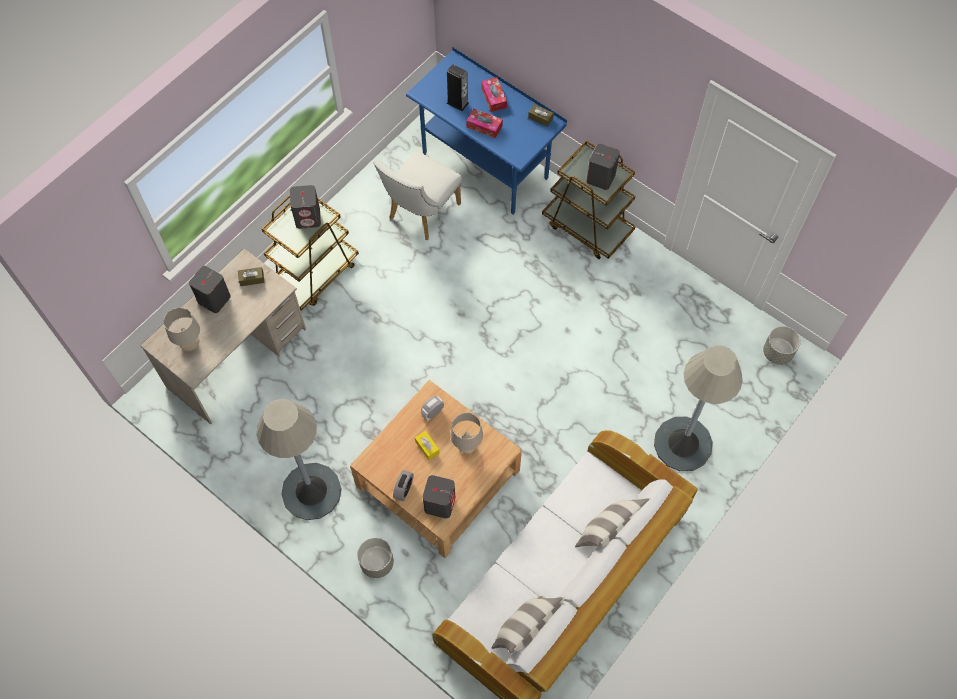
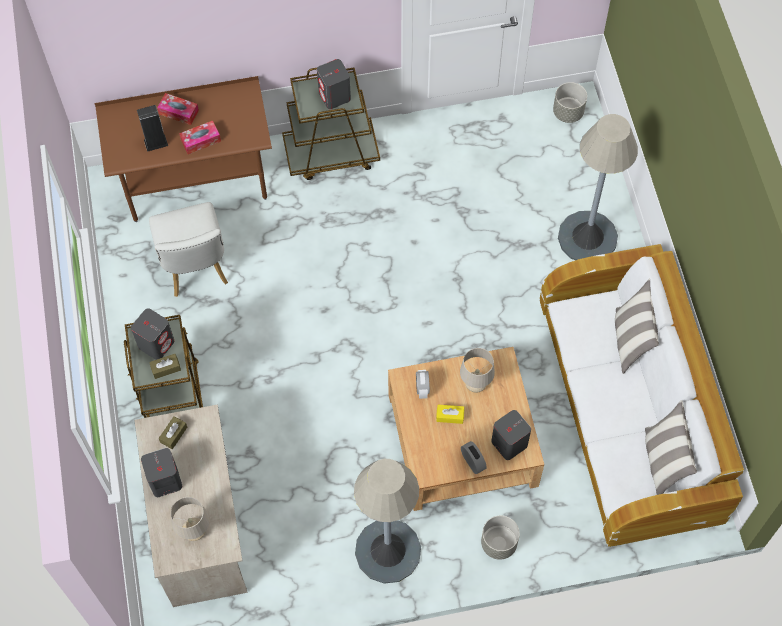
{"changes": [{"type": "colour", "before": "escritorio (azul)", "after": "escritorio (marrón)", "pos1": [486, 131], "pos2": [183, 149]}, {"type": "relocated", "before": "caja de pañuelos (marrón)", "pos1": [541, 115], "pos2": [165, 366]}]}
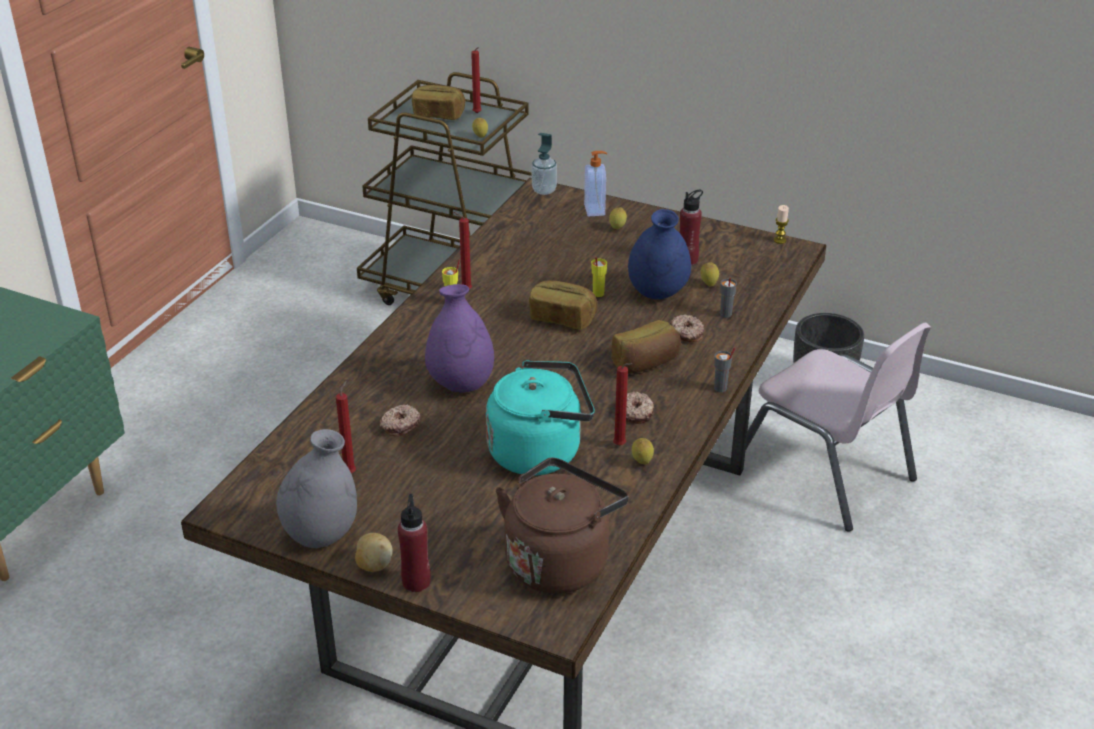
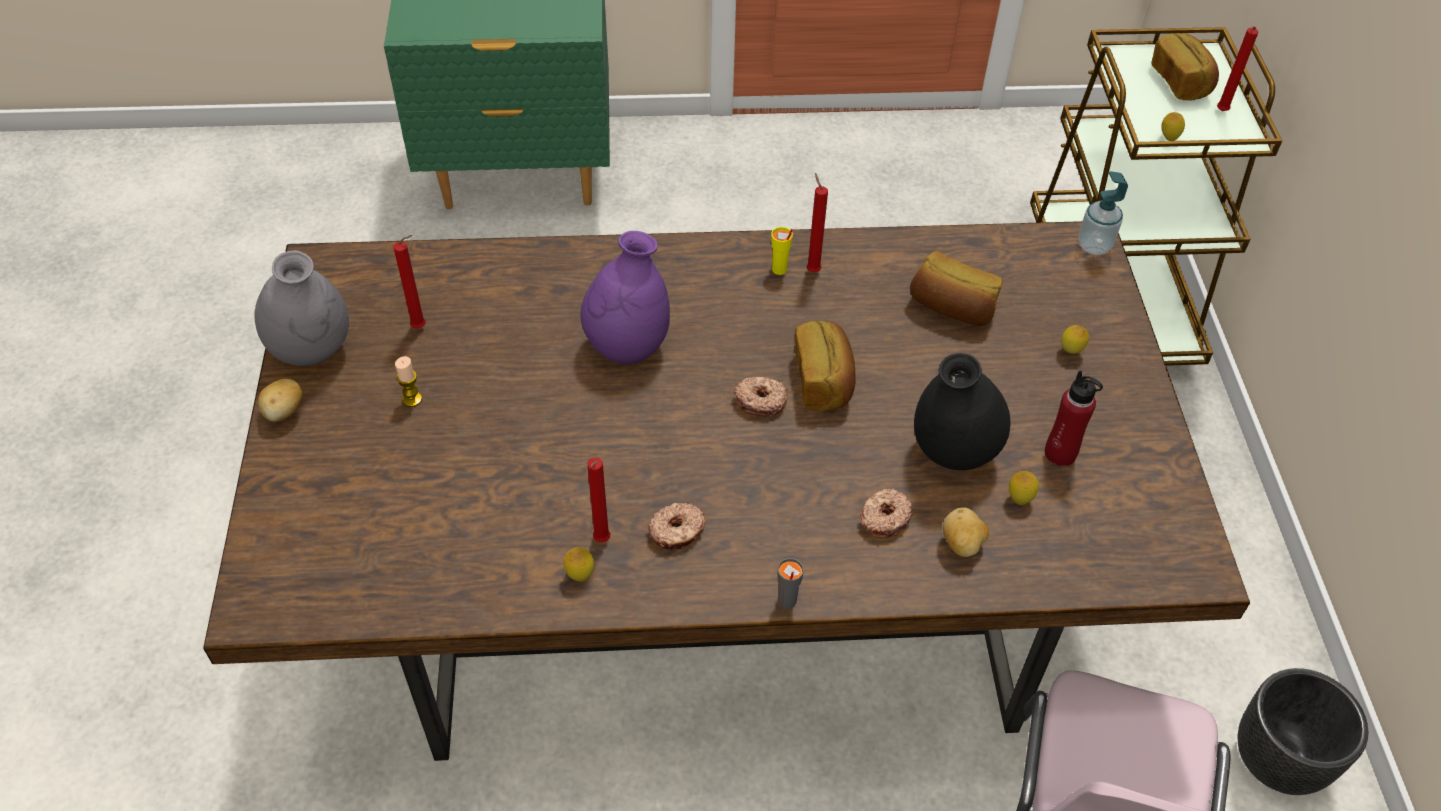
{"changes": [{"type": "relocated", "before": "rosquilla", "pos1": [400, 420], "pos2": [761, 396]}, {"type": "missing", "before": "botella (rojo)", "pos1": [414, 543]}, {"type": "missing", "before": "hervidor (turquesa)", "pos1": [540, 418]}, {"type": "missing", "before": "hervidor (marrón)", "pos1": [562, 526]}, {"type": "missing", "before": "dispensador de jabón", "pos1": [595, 183]}, {"type": "missing", "before": "taza (amarillo)", "pos1": [599, 277]}, {"type": "relocated", "before": "pan", "pos1": [646, 347], "pos2": [956, 288]}, {"type": "colour", "before": "florero (azul)", "after": "florero (negro)", "pos1": [659, 254], "pos2": [962, 411]}, {"type": "exchanged", "before": "taza (gris)", "after": "patata", "pos1": [728, 297], "pos2": [966, 532]}, {"type": "relocated", "before": "vela", "pos1": [781, 224], "pos2": [408, 381]}]}
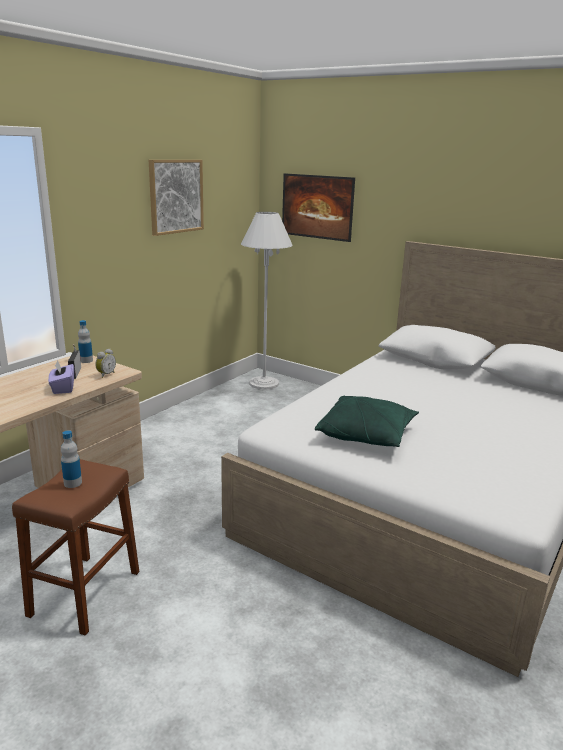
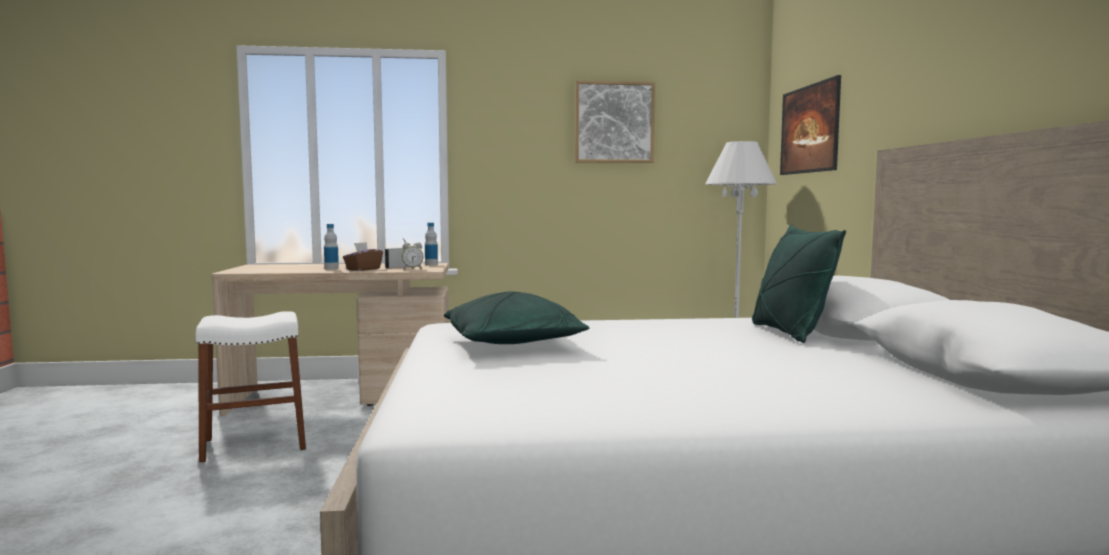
{"changes": [{"type": "colour", "before": "taburete (marrón)", "after": "taburete (blanco)", "pos1": [75, 547], "pos2": [250, 387]}, {"type": "colour", "before": "caja de pañuelos (morado)", "after": "caja de pañuelos (marrón)", "pos1": [61, 377], "pos2": [363, 256]}, {"type": "relocated", "before": "botella", "pos1": [71, 459], "pos2": [331, 247]}, {"type": "appeared", "after": "cojín (verde)", "pos2": [799, 283]}]}
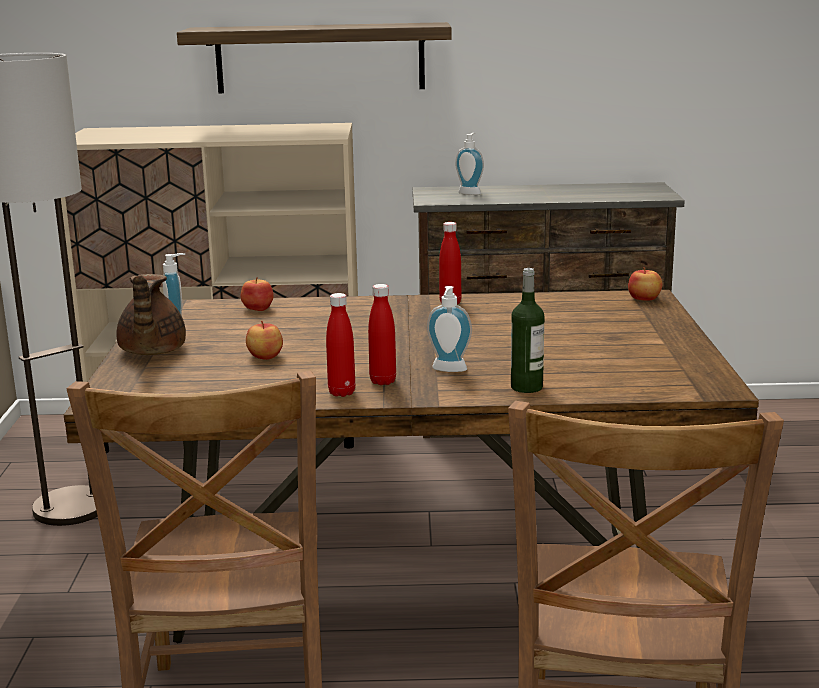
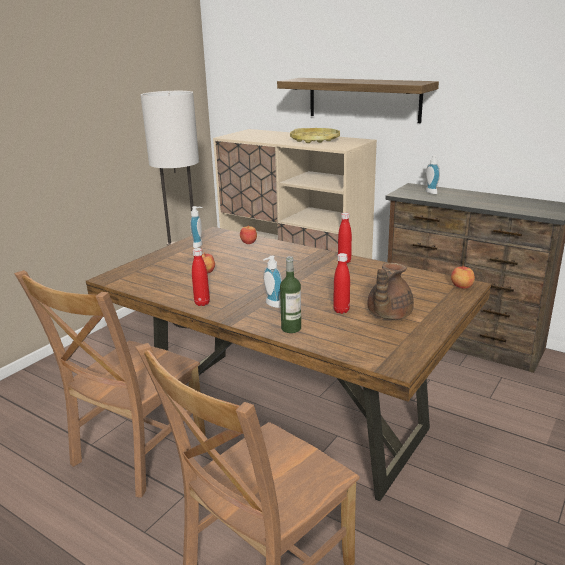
{"changes": [{"type": "relocated", "before": "tetera (marrón)", "pos1": [151, 314], "pos2": [390, 291]}, {"type": "relocated", "before": "botella (rojo)", "pos1": [382, 334], "pos2": [341, 283]}, {"type": "appeared", "after": "bandeja (amarillo)", "pos2": [315, 135]}]}
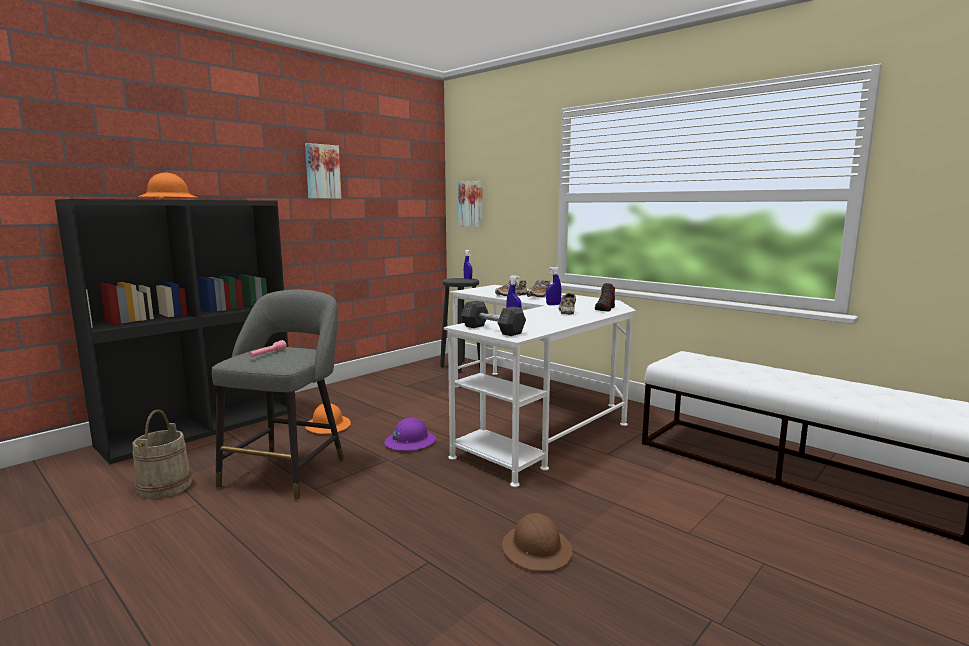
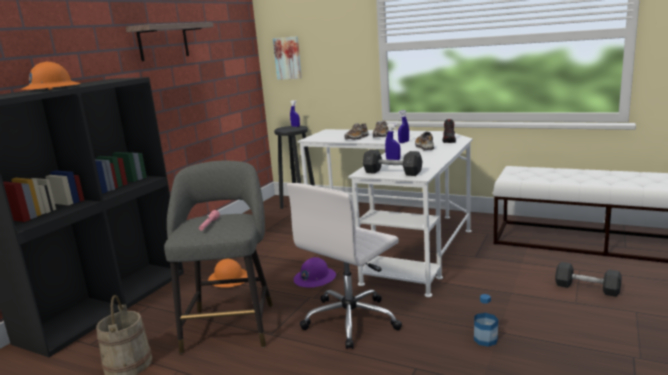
{"changes": [{"type": "exchanged", "before": "cuadro", "after": "estante", "pos1": [323, 171], "pos2": [169, 41]}, {"type": "exchanged", "before": "casco (marrón)", "after": "botella", "pos1": [537, 542], "pos2": [486, 320]}, {"type": "appeared", "after": "silla de oficina (blanco)", "pos2": [344, 266]}, {"type": "appeared", "after": "mancuerna (gris)", "pos2": [588, 279]}]}
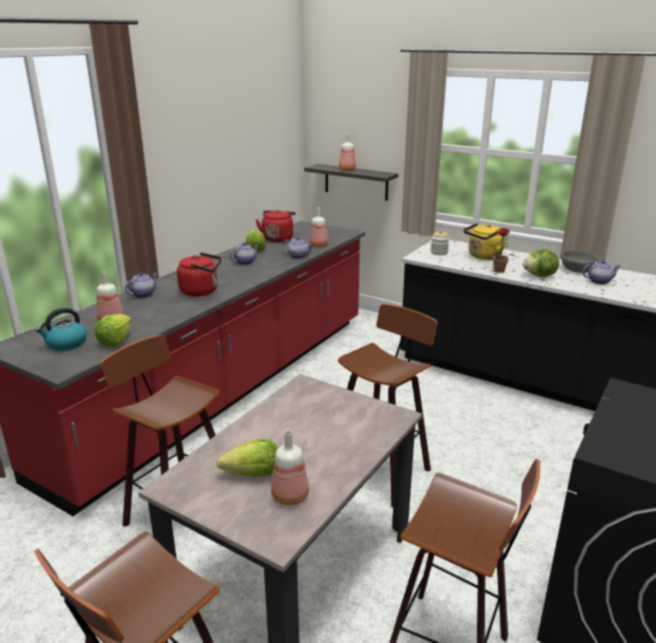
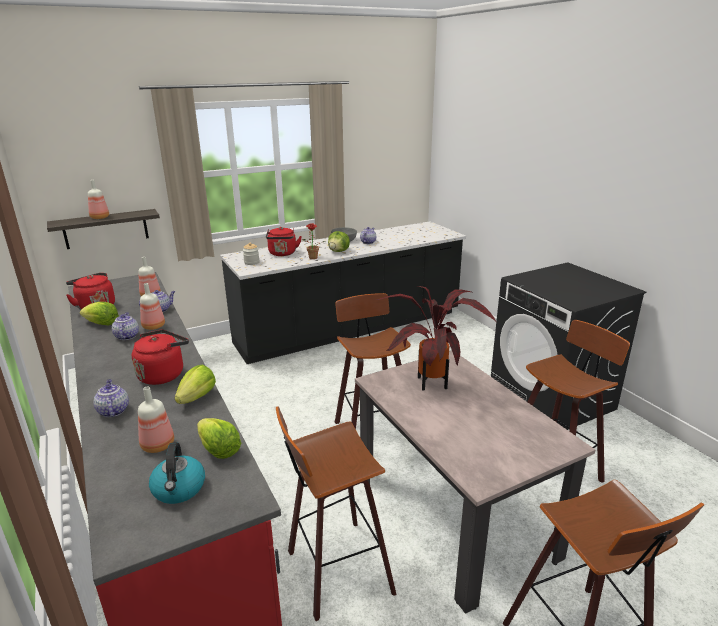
{"changes": [{"type": "relocated", "before": "lechuga", "pos1": [247, 458], "pos2": [195, 384]}, {"type": "relocated", "before": "botella", "pos1": [290, 468], "pos2": [152, 306]}, {"type": "colour", "before": "hervidor (amarillo)", "after": "hervidor (rojo)", "pos1": [484, 241], "pos2": [284, 241]}, {"type": "appeared", "after": "planta en maceta", "pos2": [436, 338]}]}
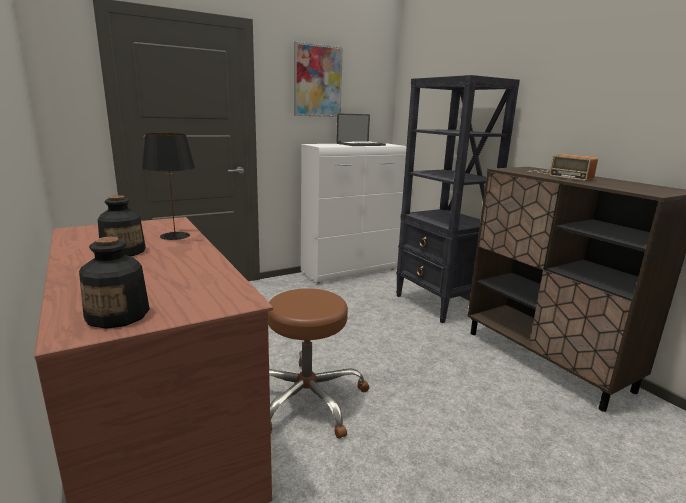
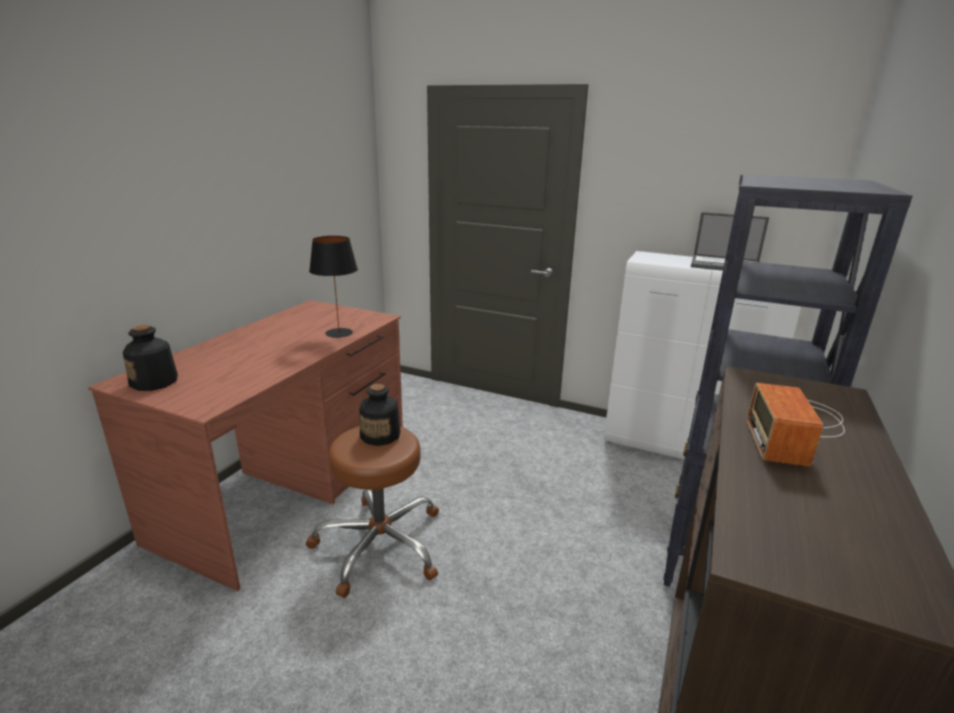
{"changes": [{"type": "relocated", "before": "botella", "pos1": [122, 225], "pos2": [380, 415]}, {"type": "missing", "before": "cuadro", "pos1": [318, 79]}]}
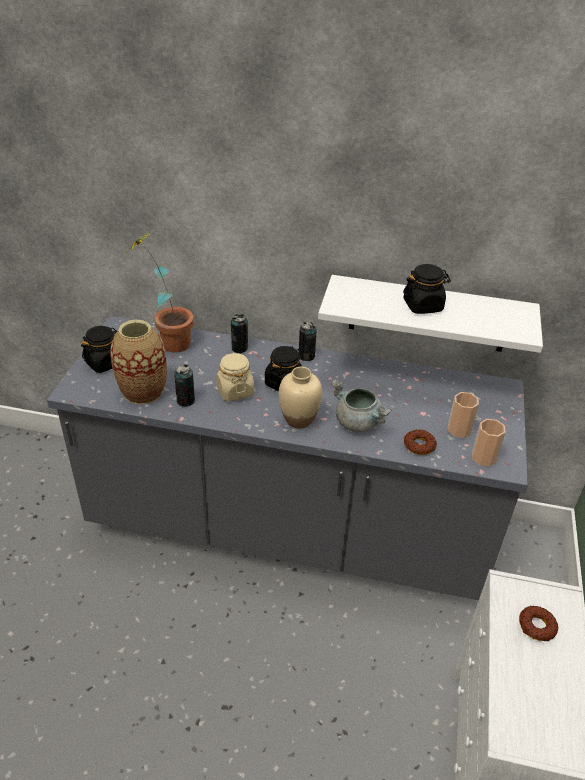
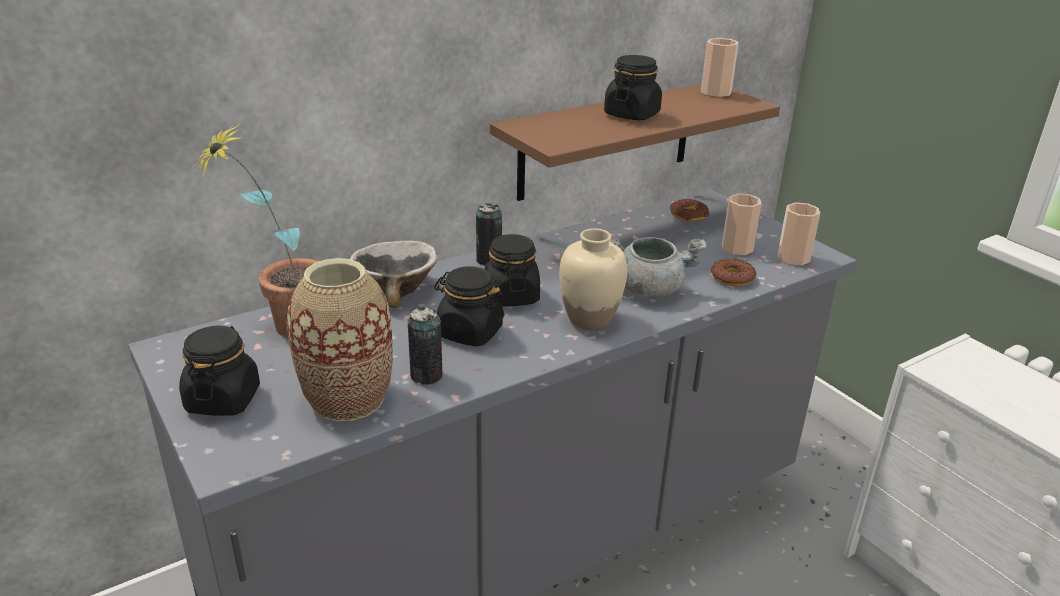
{"changes": [{"type": "colour", "before": "tarro (beis)", "after": "tarro (negro)", "pos1": [235, 377], "pos2": [469, 306]}, {"type": "exchanged", "before": "lata", "after": "cuenco", "pos1": [239, 333], "pos2": [394, 274]}, {"type": "colour", "before": "estante (blanco)", "after": "estante (marrón)", "pos1": [430, 314], "pos2": [635, 142]}, {"type": "relocated", "before": "rosquilla", "pos1": [539, 623], "pos2": [689, 210]}, {"type": "appeared", "after": "taza", "pos2": [720, 67]}]}
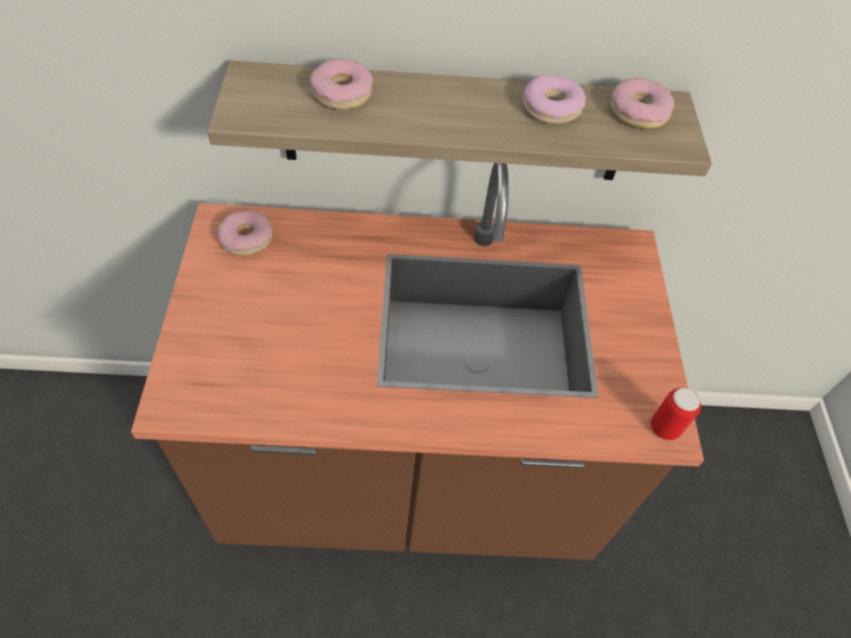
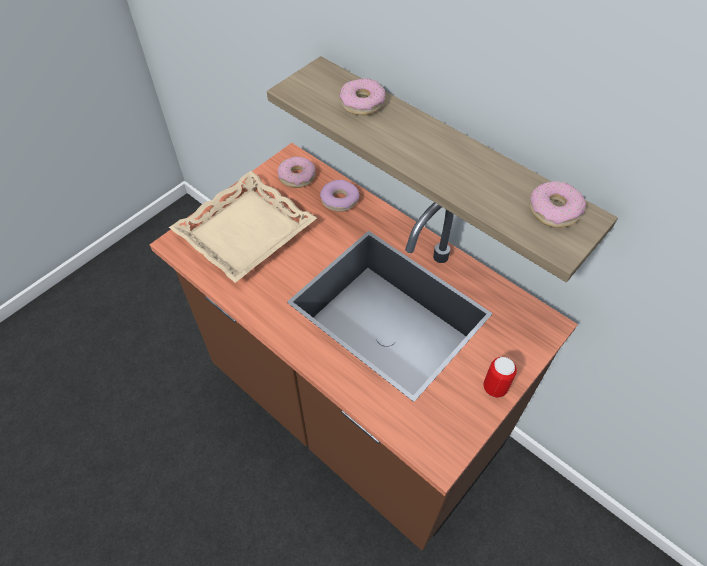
{"changes": [{"type": "relocated", "before": "rosquilla", "pos1": [554, 99], "pos2": [340, 196]}, {"type": "relocated", "before": "lata", "pos1": [676, 414], "pos2": [500, 377]}, {"type": "appeared", "after": "bandeja (beis)", "pos2": [243, 227]}]}
